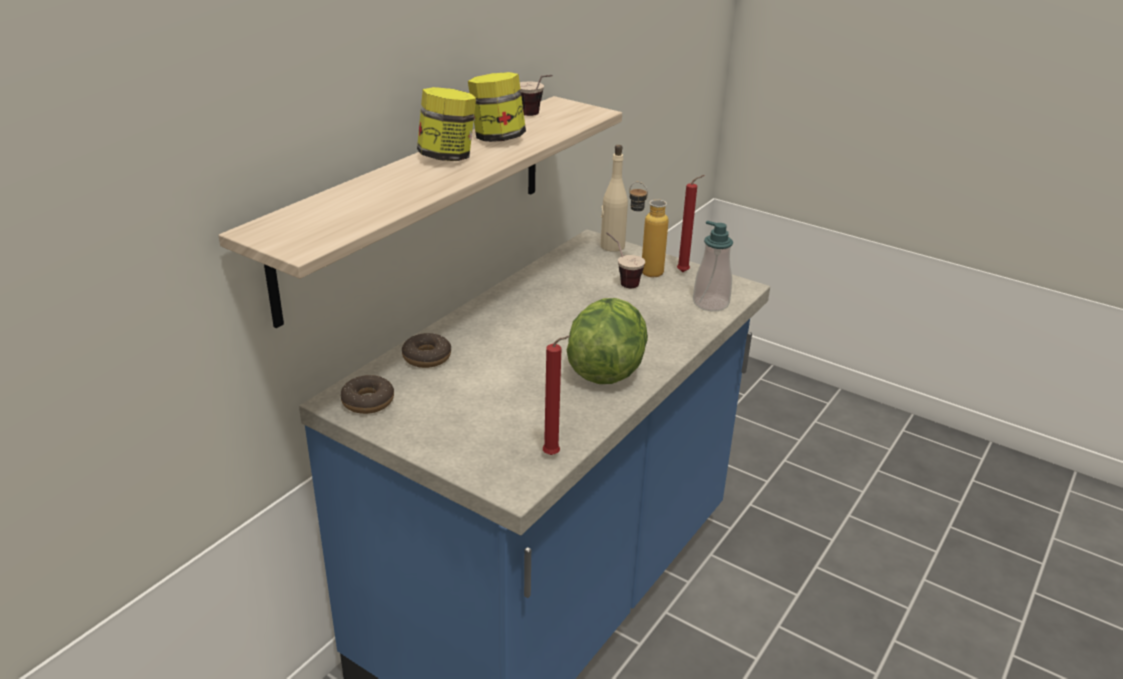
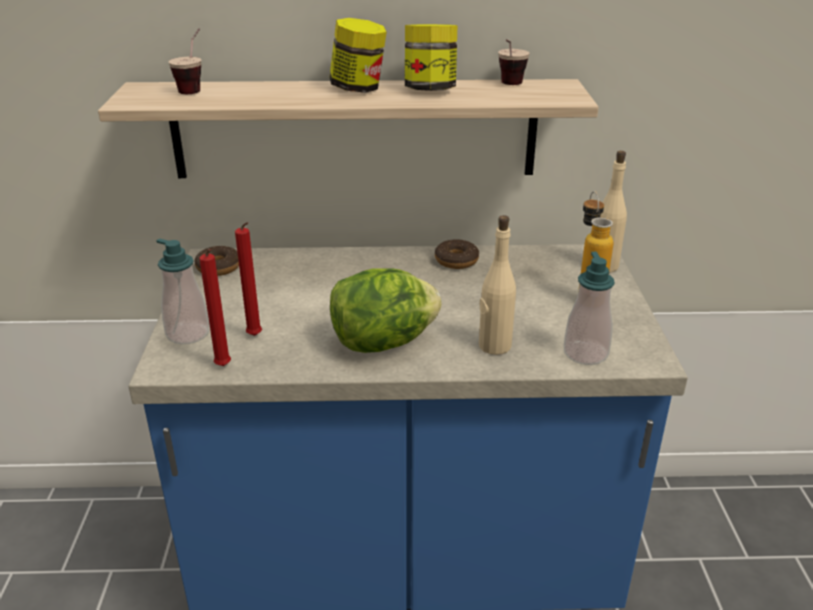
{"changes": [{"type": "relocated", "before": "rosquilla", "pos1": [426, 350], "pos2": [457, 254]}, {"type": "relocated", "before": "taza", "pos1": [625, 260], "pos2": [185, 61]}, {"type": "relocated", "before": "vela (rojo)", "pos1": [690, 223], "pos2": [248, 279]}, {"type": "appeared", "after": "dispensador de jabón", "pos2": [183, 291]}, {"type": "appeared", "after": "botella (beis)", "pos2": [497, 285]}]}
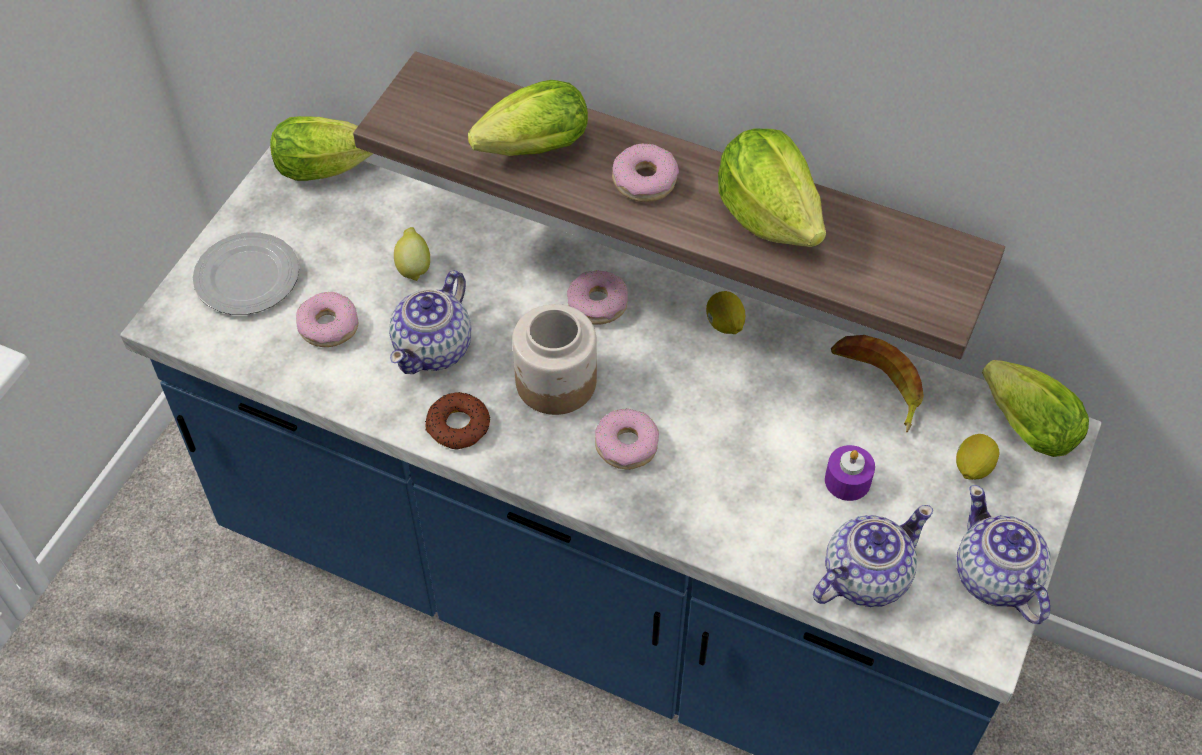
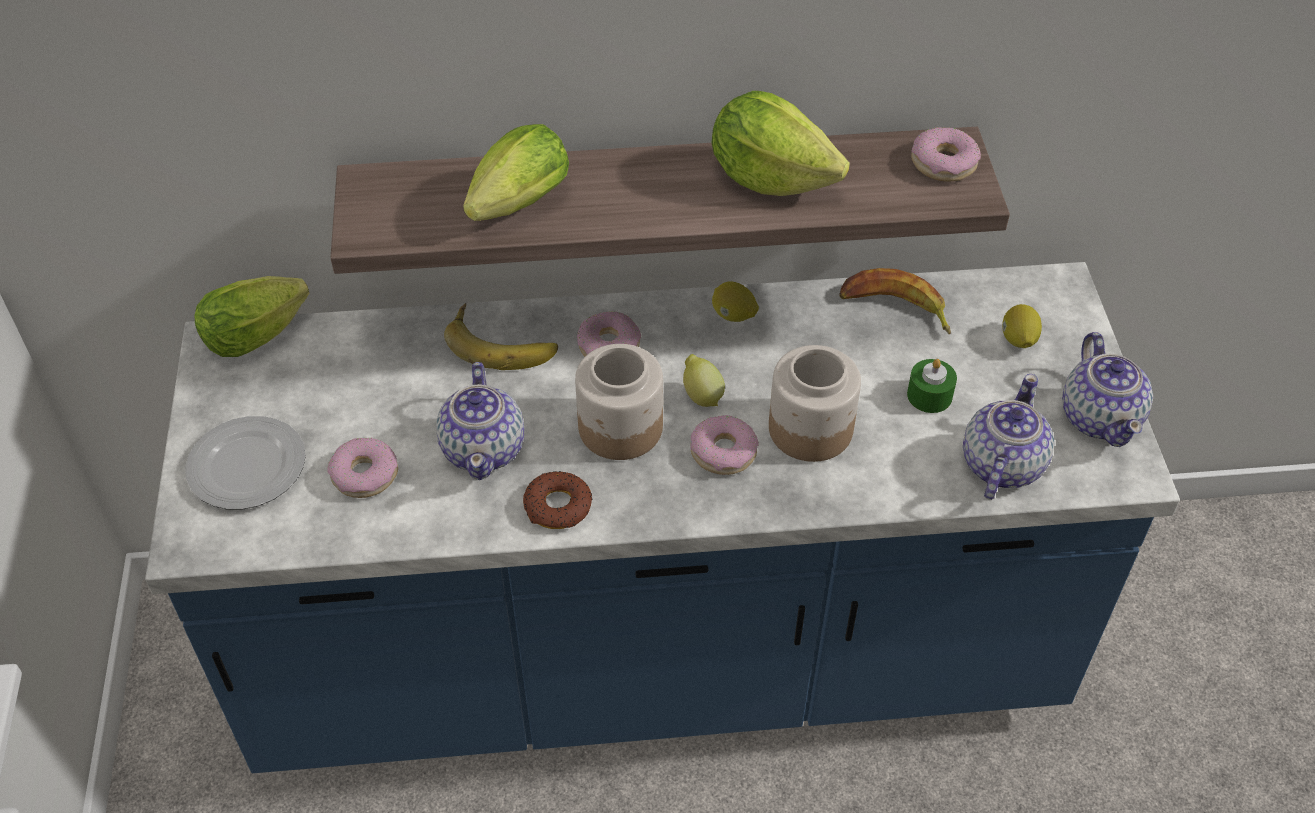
{"changes": [{"type": "relocated", "before": "limón", "pos1": [412, 254], "pos2": [704, 380]}, {"type": "relocated", "before": "rosquilla", "pos1": [645, 172], "pos2": [946, 154]}, {"type": "colour", "before": "vela (morado)", "after": "vela (verde)", "pos1": [850, 473], "pos2": [932, 386]}, {"type": "spun", "before": "tetera", "pos1": [1004, 554], "pos2": [1107, 389], "turn": -135}, {"type": "missing", "before": "lechuga", "pos1": [1035, 408]}, {"type": "appeared", "after": "plátano", "pos2": [501, 336]}, {"type": "appeared", "after": "tarro", "pos2": [815, 403]}]}
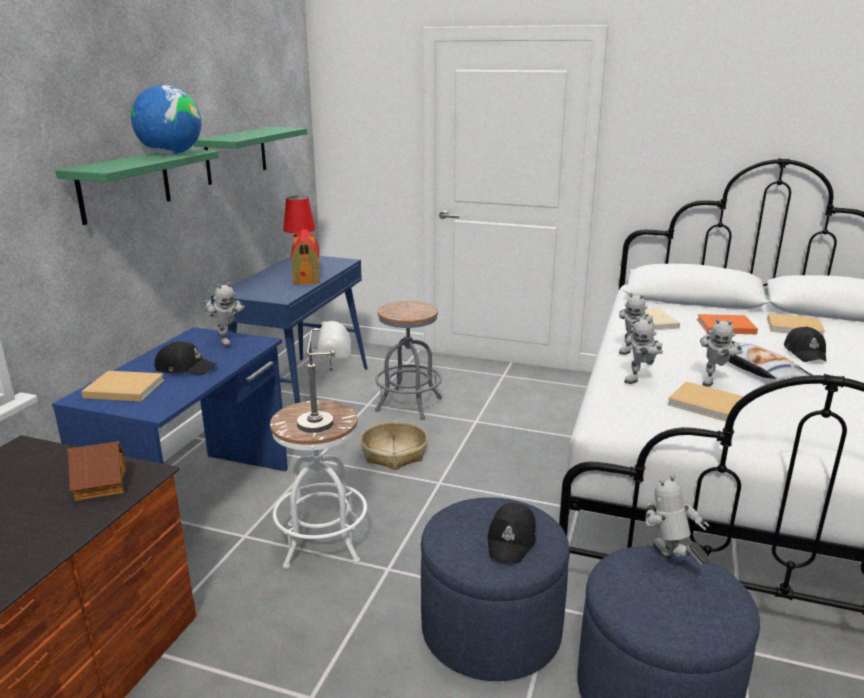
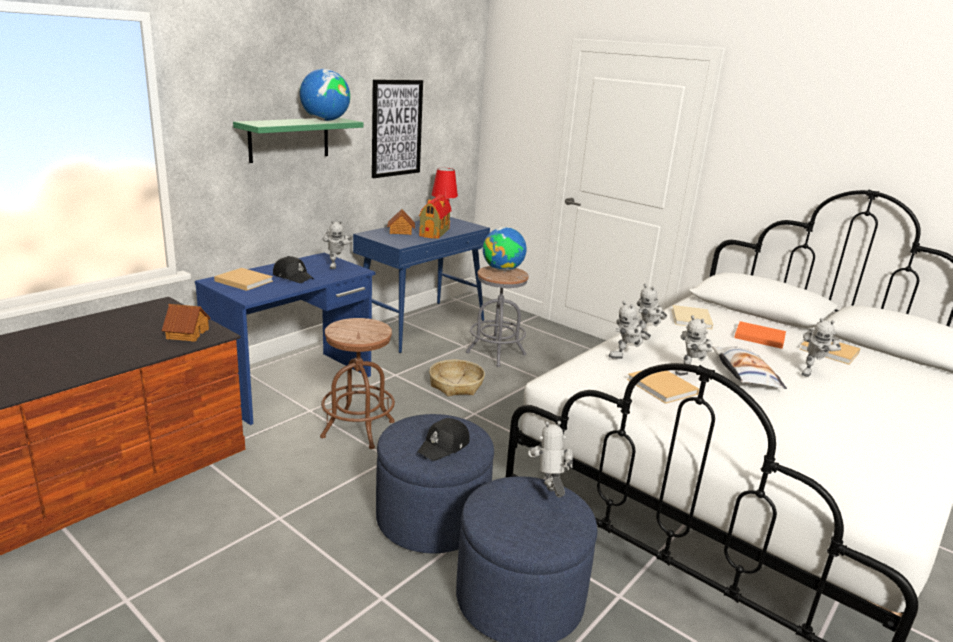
{"changes": [{"type": "exchanged", "before": "estante (verde)", "after": "cuadro", "pos1": [250, 156], "pos2": [397, 128]}, {"type": "colour", "before": "taburete (blanco)", "after": "taburete (marrón)", "pos1": [318, 484], "pos2": [357, 383]}, {"type": "missing", "before": "lámpara de mesa (gris)", "pos1": [324, 377]}, {"type": "exchanged", "before": "gorra (negro)", "after": "robot de juguete", "pos1": [805, 344], "pos2": [821, 347]}, {"type": "appeared", "after": "casita", "pos2": [401, 222]}, {"type": "appeared", "after": "globo terráqueo", "pos2": [505, 249]}]}
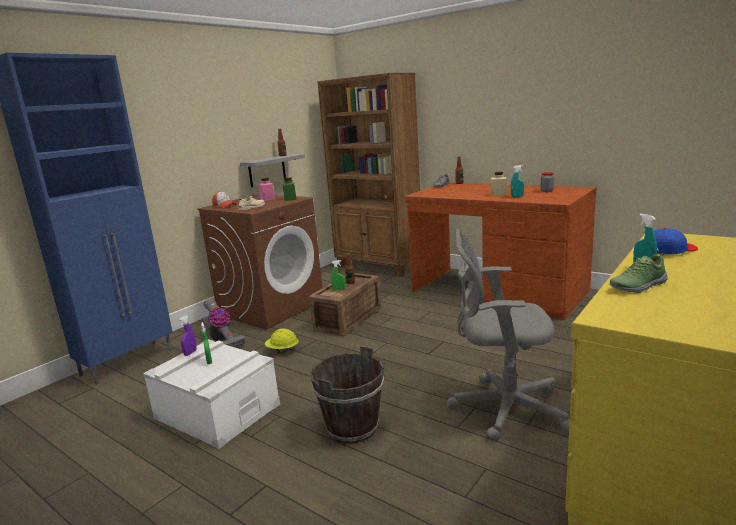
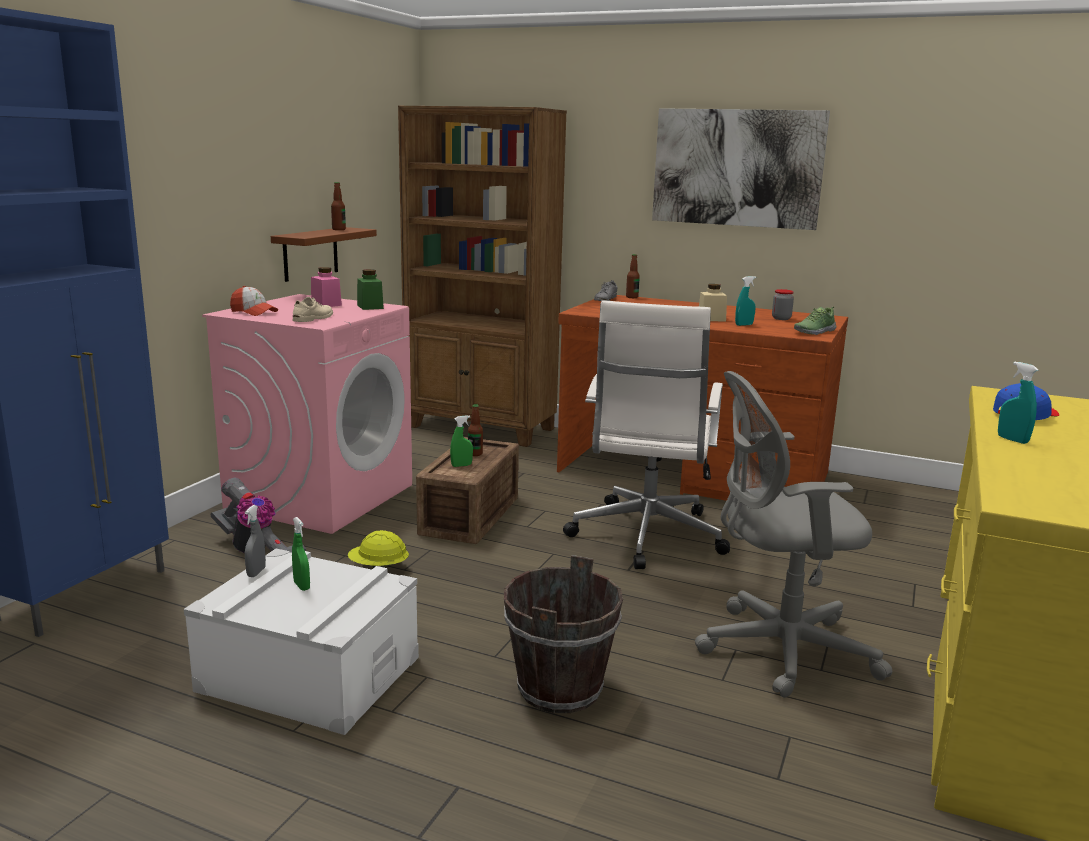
{"changes": [{"type": "colour", "before": "pulverizador (morado)", "after": "pulverizador (gris)", "pos1": [187, 335], "pos2": [255, 541]}, {"type": "colour", "before": "lavadora (marrón)", "after": "lavadora (rosa)", "pos1": [260, 262], "pos2": [307, 414]}, {"type": "colour", "before": "estante (gris)", "after": "estante (marrón)", "pos1": [272, 170], "pos2": [324, 254]}, {"type": "relocated", "before": "zapato", "pos1": [638, 273], "pos2": [815, 321]}, {"type": "appeared", "after": "silla de oficina (blanco)", "pos2": [646, 434]}, {"type": "appeared", "after": "cuadro", "pos2": [741, 169]}]}
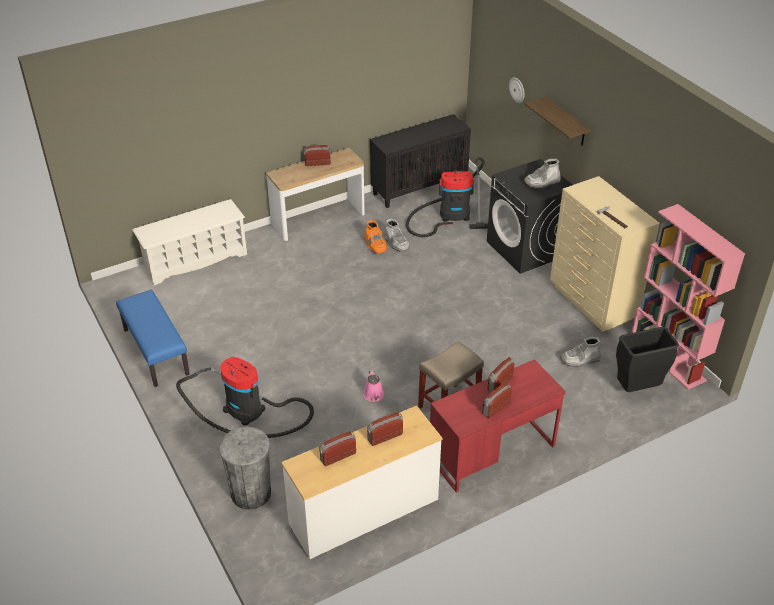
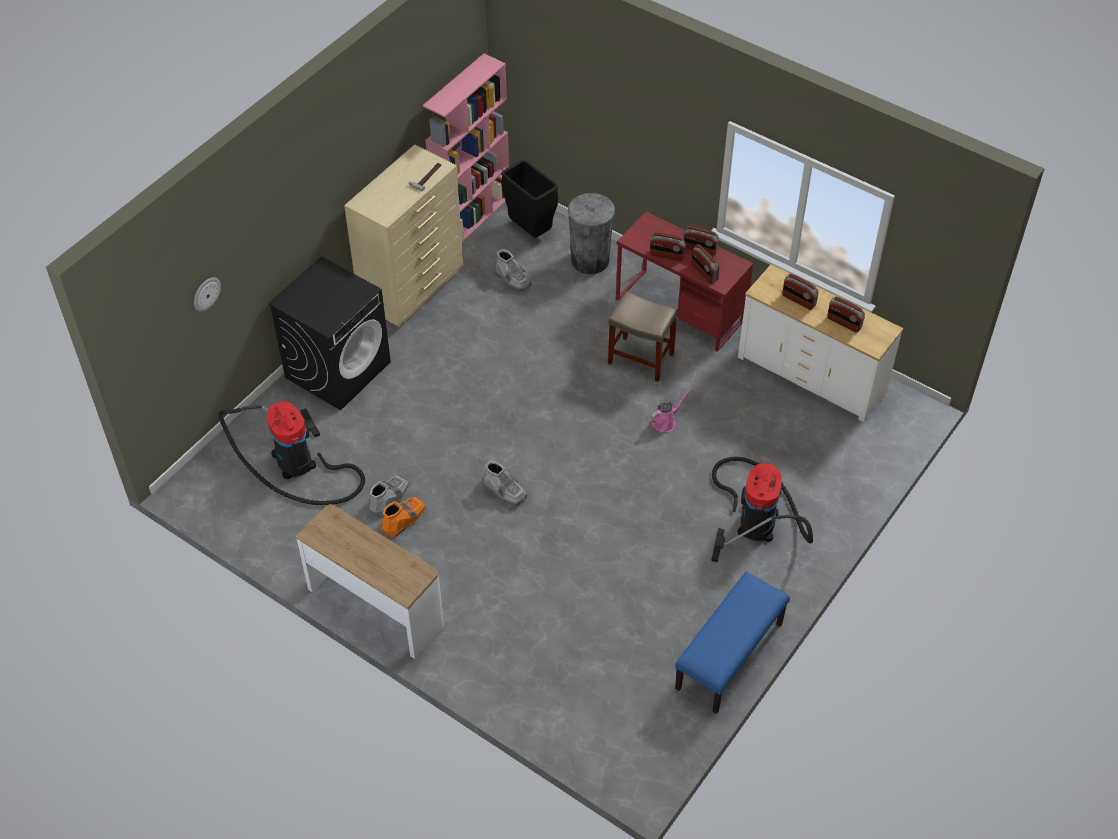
{"changes": [{"type": "missing", "before": "zapatero (blanco)", "pos1": [189, 242]}, {"type": "relocated", "before": "papelera (gris)", "pos1": [245, 468], "pos2": [591, 233]}, {"type": "relocated", "before": "radio", "pos1": [317, 155], "pos2": [705, 264]}, {"type": "missing", "before": "armario (negro)", "pos1": [420, 161]}, {"type": "missing", "before": "estante", "pos1": [557, 121]}, {"type": "relocated", "before": "bota (gris)", "pos1": [542, 173], "pos2": [505, 483]}]}
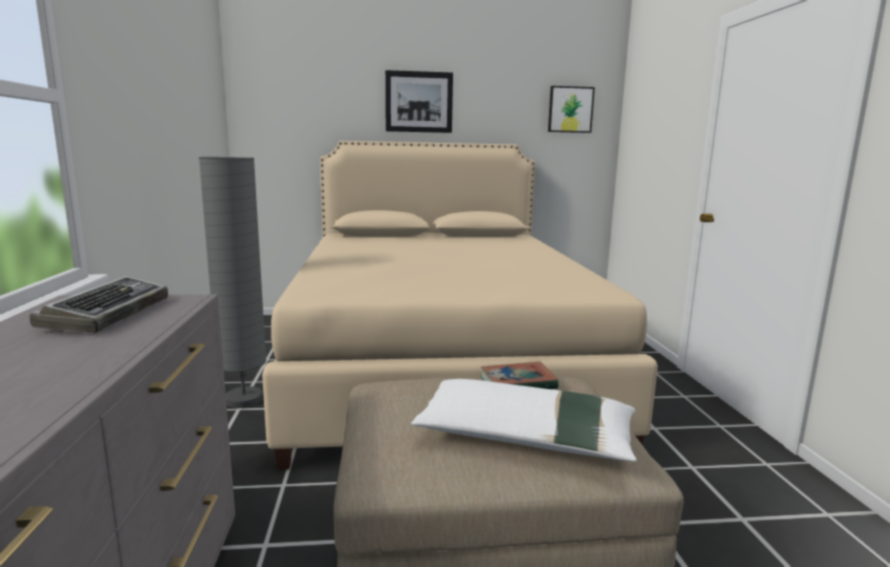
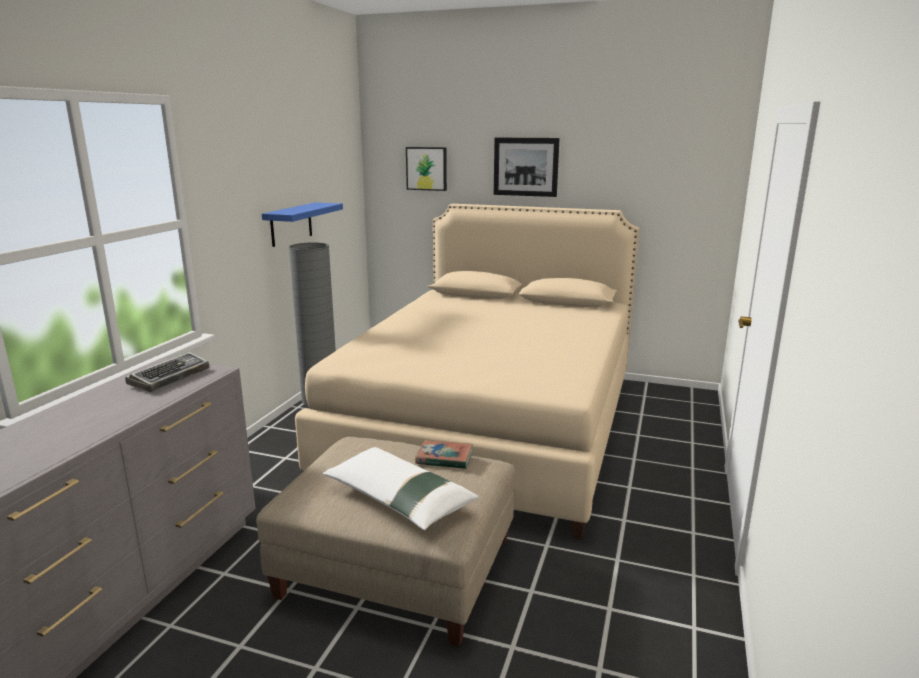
{"changes": [{"type": "relocated", "before": "cuadro", "pos1": [571, 109], "pos2": [426, 169]}, {"type": "appeared", "after": "estante (azul)", "pos2": [302, 224]}]}
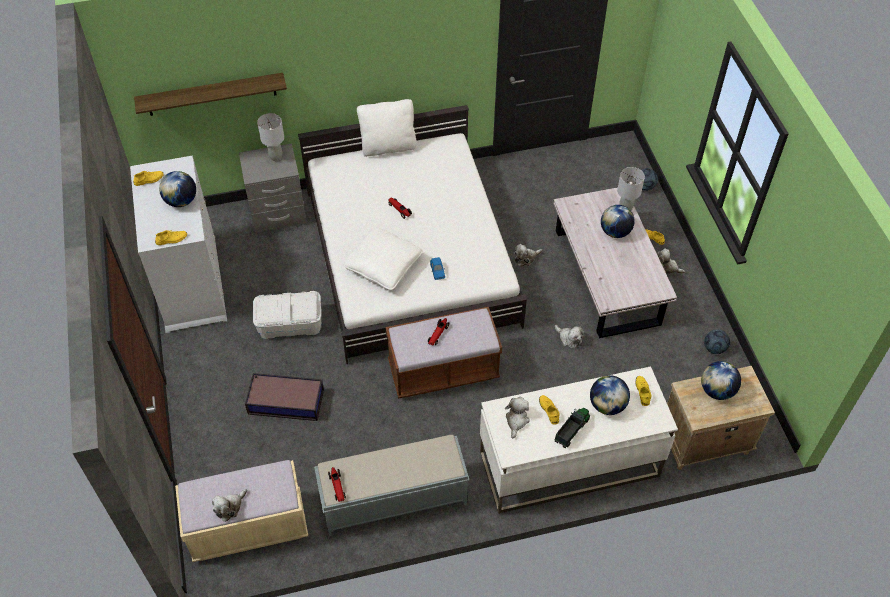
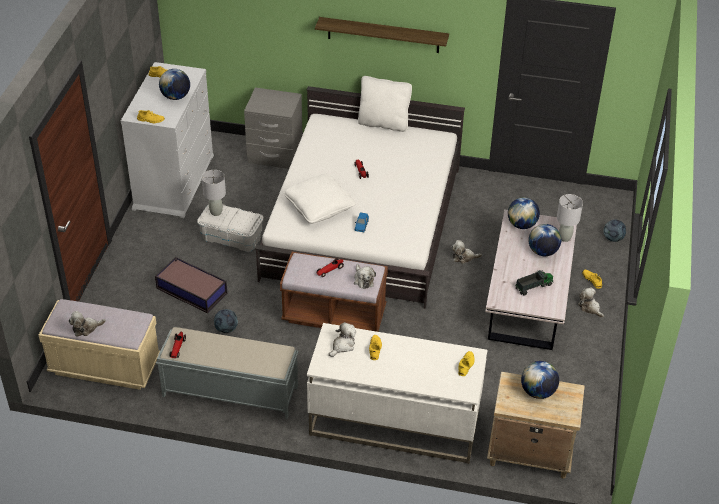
{"changes": [{"type": "relocated", "before": "estante", "pos1": [210, 94], "pos2": [382, 35]}, {"type": "relocated", "before": "lámpara de mesa (gris)", "pos1": [270, 137], "pos2": [214, 193]}, {"type": "relocated", "before": "camión de juguete", "pos1": [572, 428], "pos2": [534, 282]}, {"type": "relocated", "before": "peluche", "pos1": [569, 336], "pos2": [365, 276]}, {"type": "relocated", "before": "globo terráqueo", "pos1": [610, 395], "pos2": [524, 213]}, {"type": "relocated", "before": "balón de fútbol", "pos1": [717, 341], "pos2": [226, 321]}]}
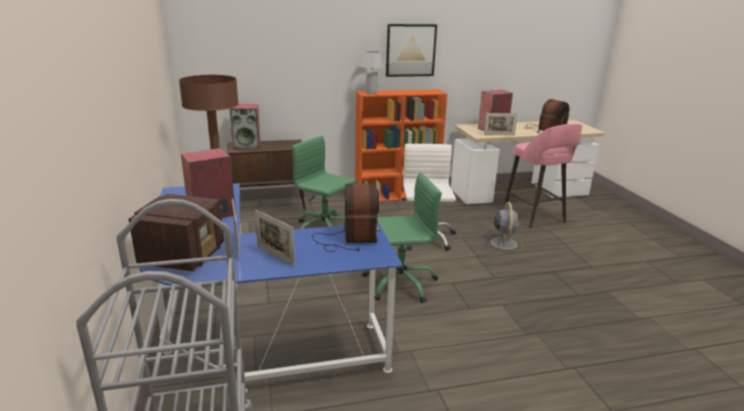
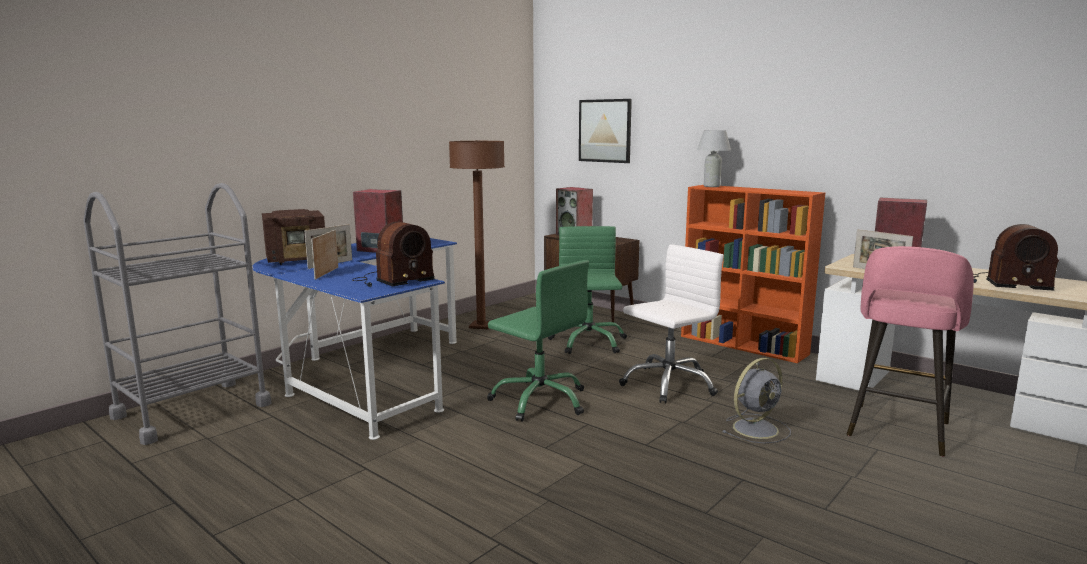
{"changes": [{"type": "relocated", "before": "cuadro", "pos1": [411, 50], "pos2": [605, 131]}]}
